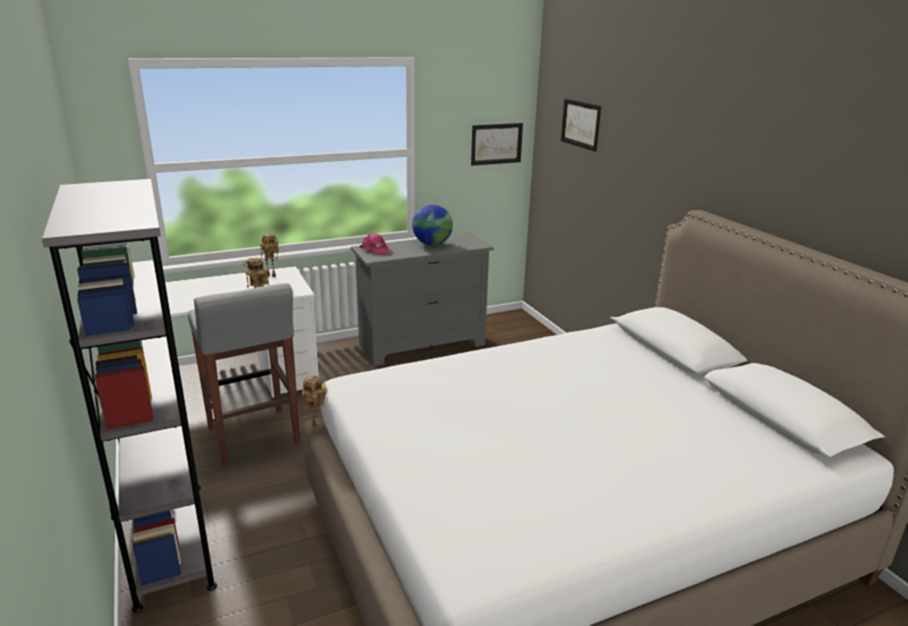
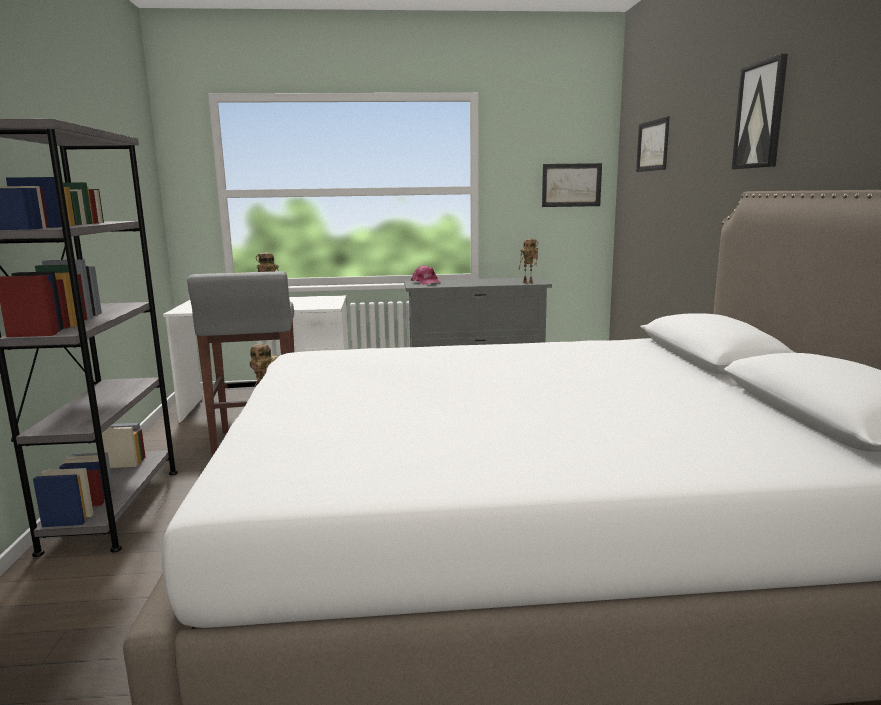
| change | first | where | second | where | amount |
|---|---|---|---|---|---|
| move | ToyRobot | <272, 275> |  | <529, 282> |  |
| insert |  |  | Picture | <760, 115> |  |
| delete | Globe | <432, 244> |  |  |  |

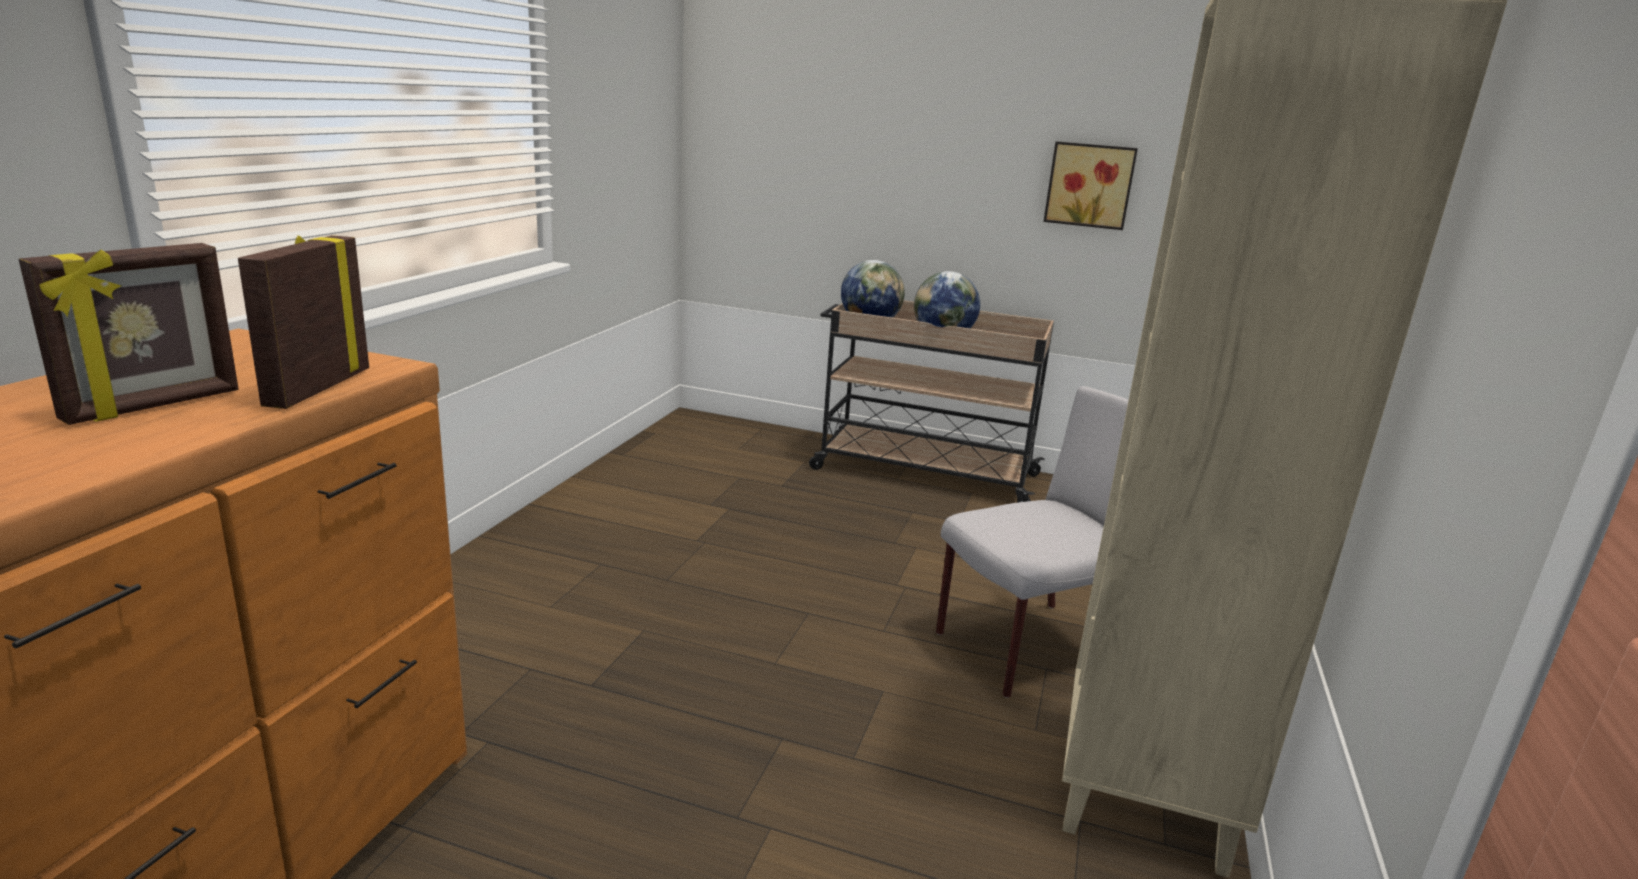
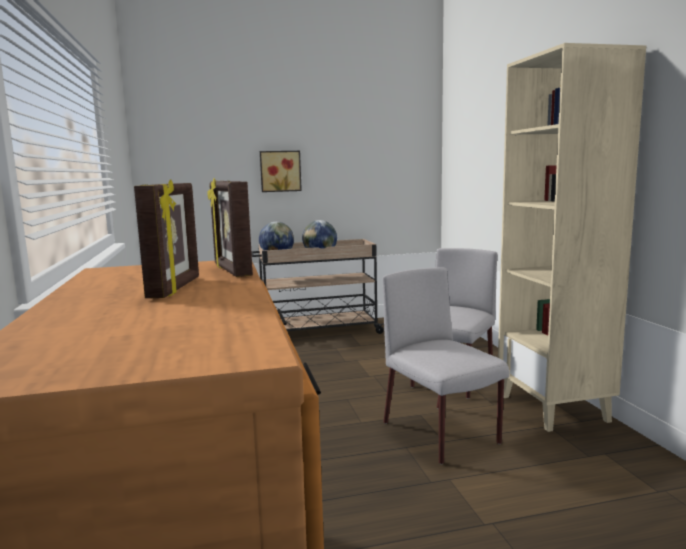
| change | first | where | second | where | amount |
|---|---|---|---|---|---|
| move | Picture | <1089, 185> |  | <280, 171> |  |
| insert |  |  | GreyChair | <441, 433> |  |

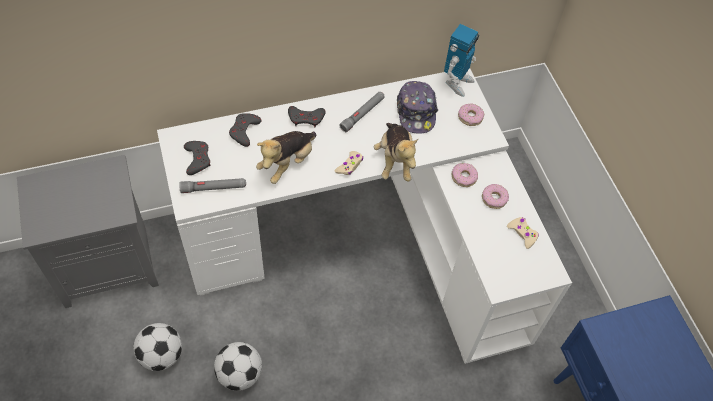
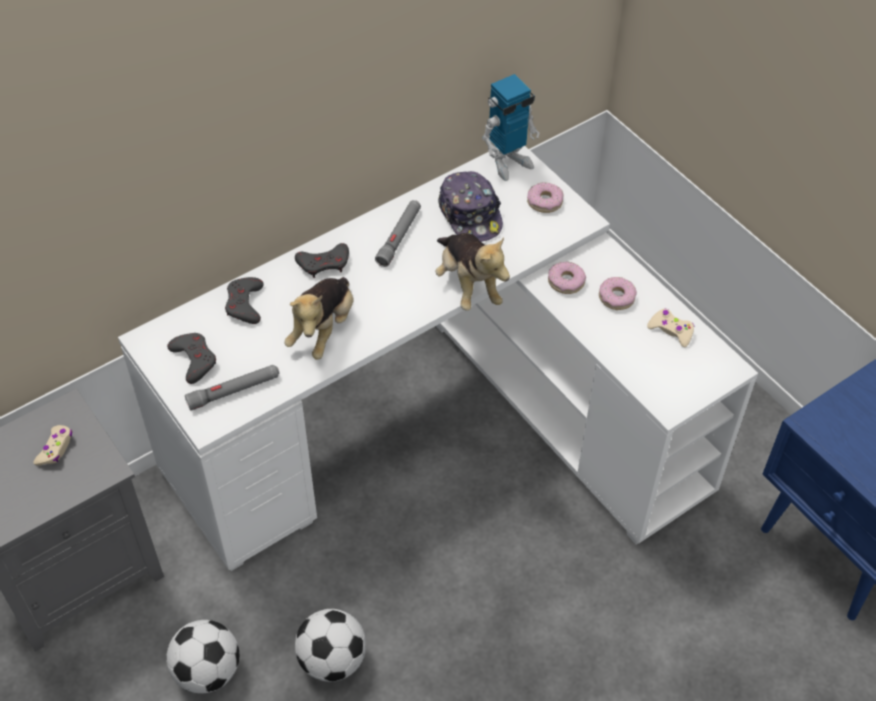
| change | first | where | second | where | amount |
|---|---|---|---|---|---|
| move | BeigeGameController | <349, 166> |  | <55, 449> |  |
| rotate | ToyRobot | <456, 83> |  | <508, 163> | 45 degrees clockwise |

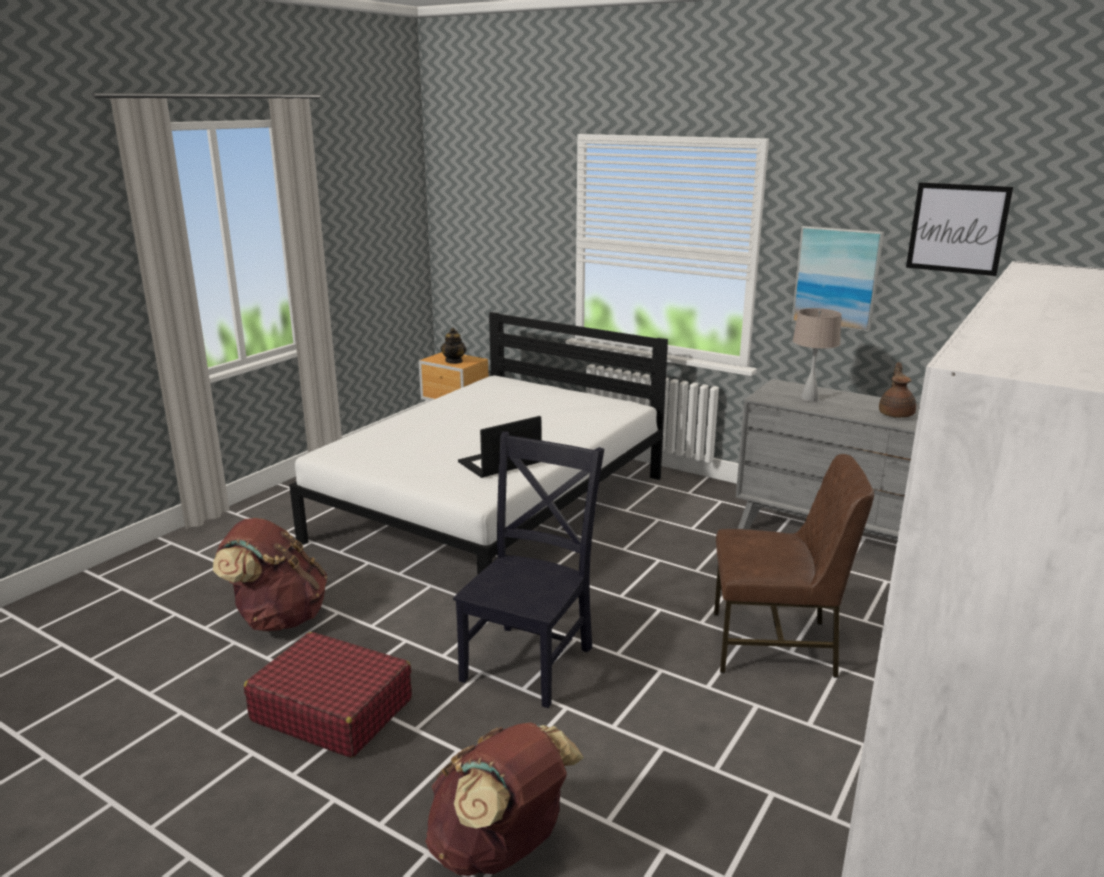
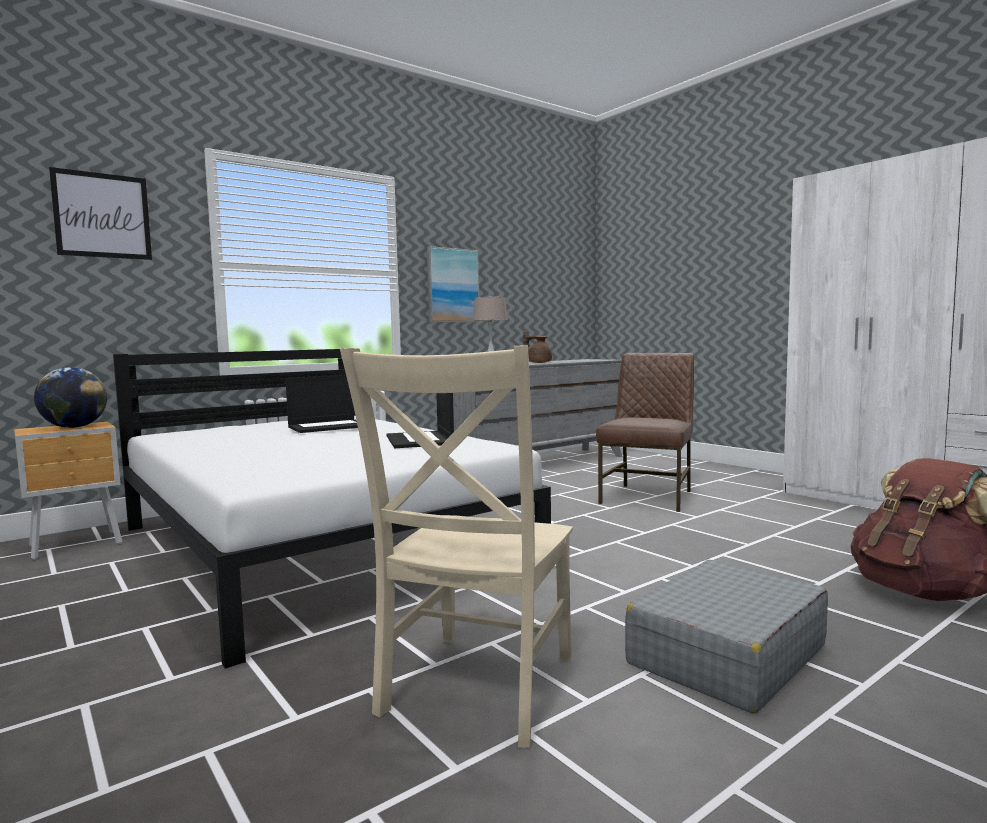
| change | first | where | second | where | amount |
|---|---|---|---|---|---|
| replace | Teapot | <454, 361> | Globe | <74, 427> |  |
| move | Picture | <957, 228> |  | <102, 215> |  |
| insert |  |  | Laptop | <329, 426> |  |
| replace | BrownBackpack | <278, 618> | BeigeChair | <475, 689> |  |
| recolor | RedSuitcase | <332, 709> | GreySuitcase | <726, 655> |  |
| delete | BlackChair | <530, 660> |  |  |  |

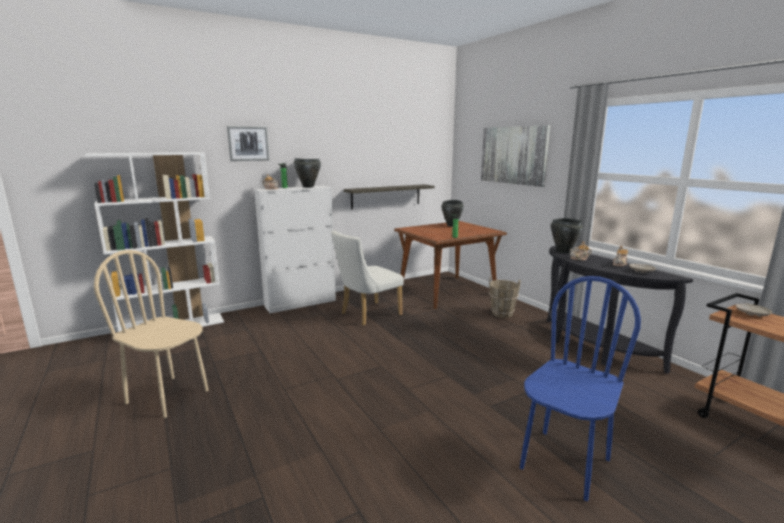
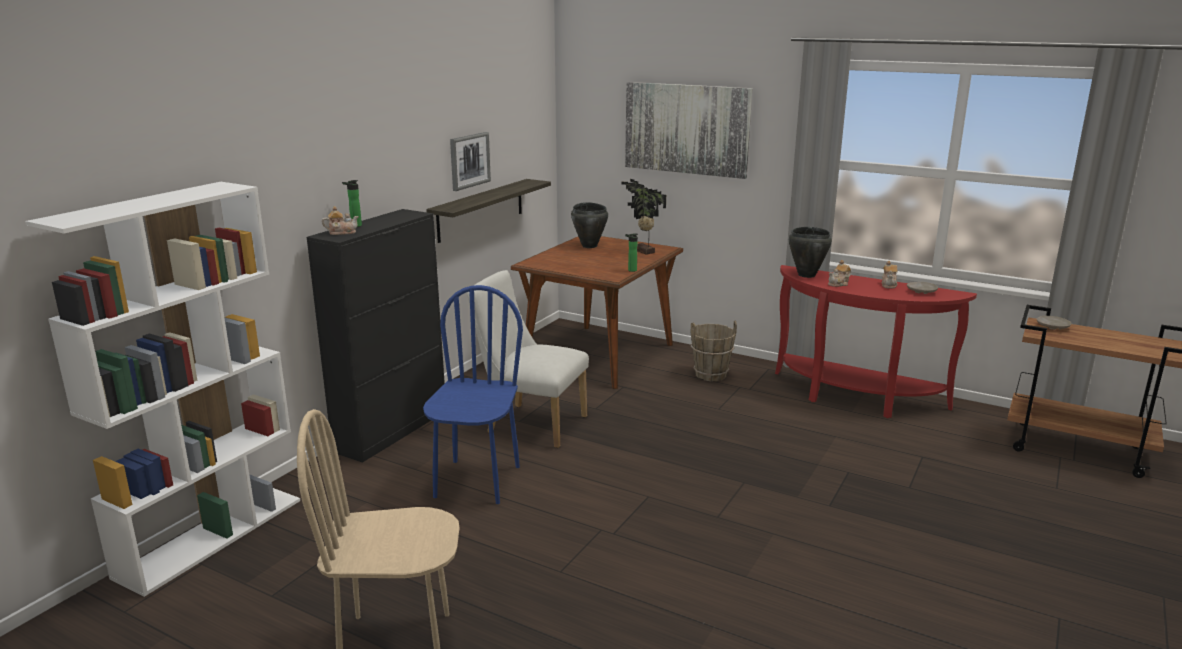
| change | first | where | second | where | amount |
|---|---|---|---|---|---|
| recolor | WhiteCabinet | <301, 303> | BlackCabinet | <392, 430> |  |
| move | BlueChair | <564, 463> |  | <476, 481> |  |
| move | Picture | <248, 143> |  | <469, 160> |  |
| rotate | WhiteChair | <367, 315> |  | <530, 424> | 90 degrees clockwise |
| insert |  |  | PottedPlant | <642, 251> |  |
| recolor | BlackConsoleTable | <590, 348> | RedConsoleTable | <854, 398> |  |
| delete | BlackCookingPot | <308, 187> |  |  |  |

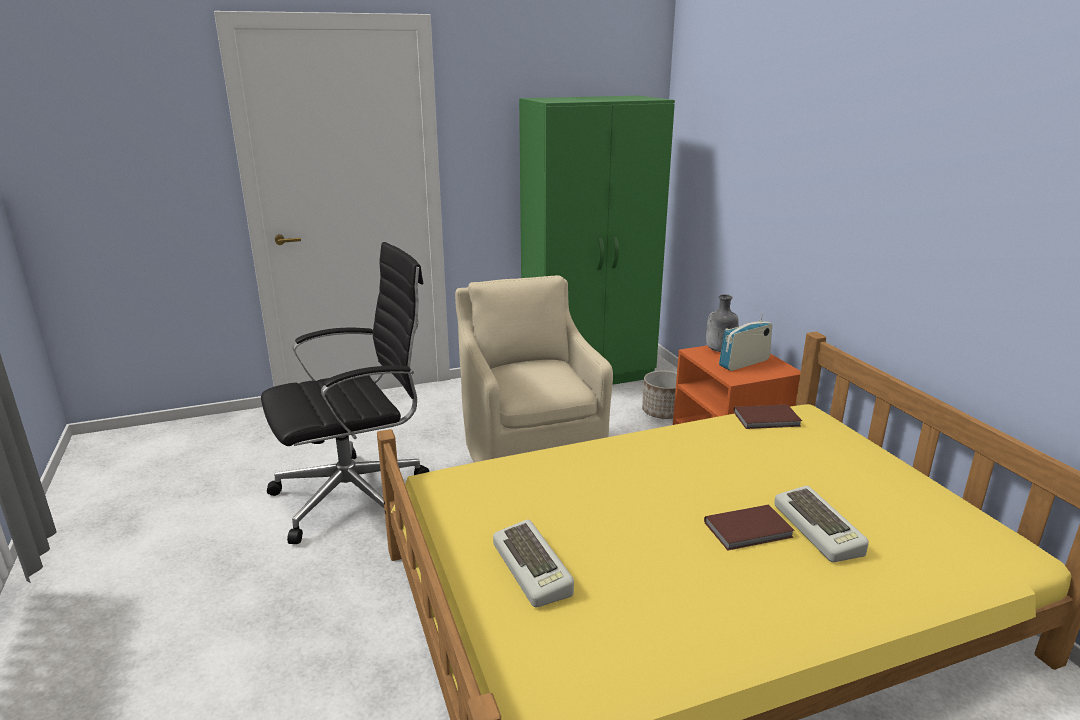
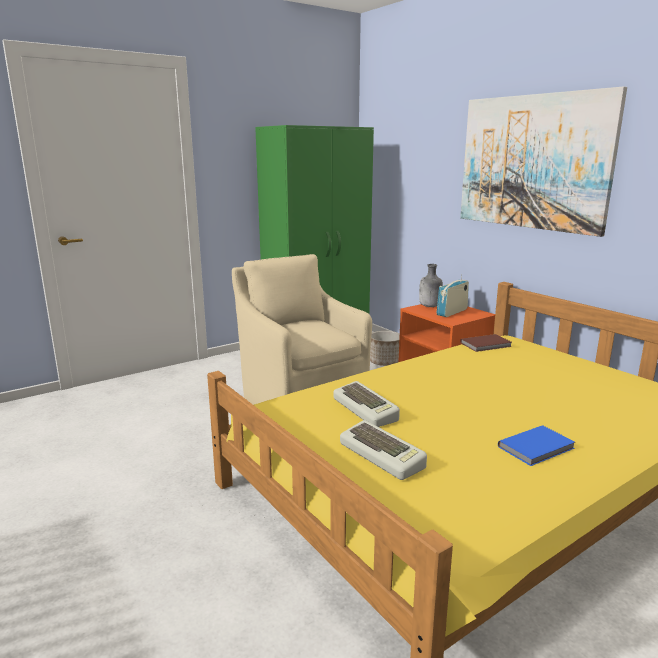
| change | first | where | second | where | amount |
|---|---|---|---|---|---|
| move | Keyboard | <820, 530> |  | <367, 409> |  |
| insert |  |  | Picture | <533, 162> |  |
| insert |  |  | BlueBook | <538, 448> |  |
| delete | BlackOfficeChair | <356, 496> |  |  |  |
| delete | BrownBook | <750, 530> |  |  |  |

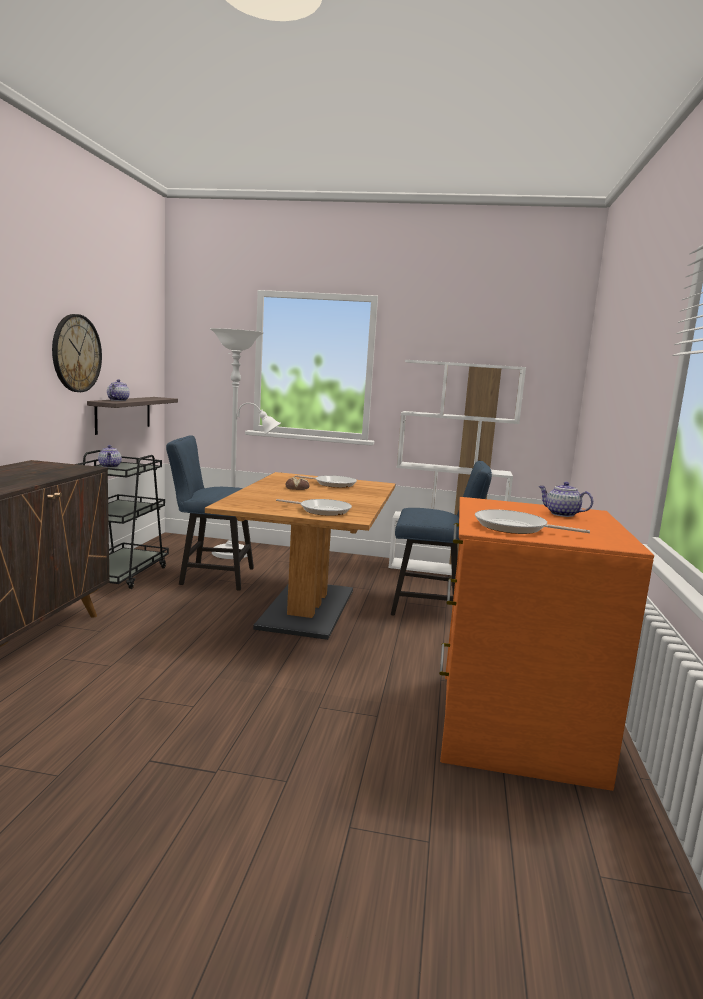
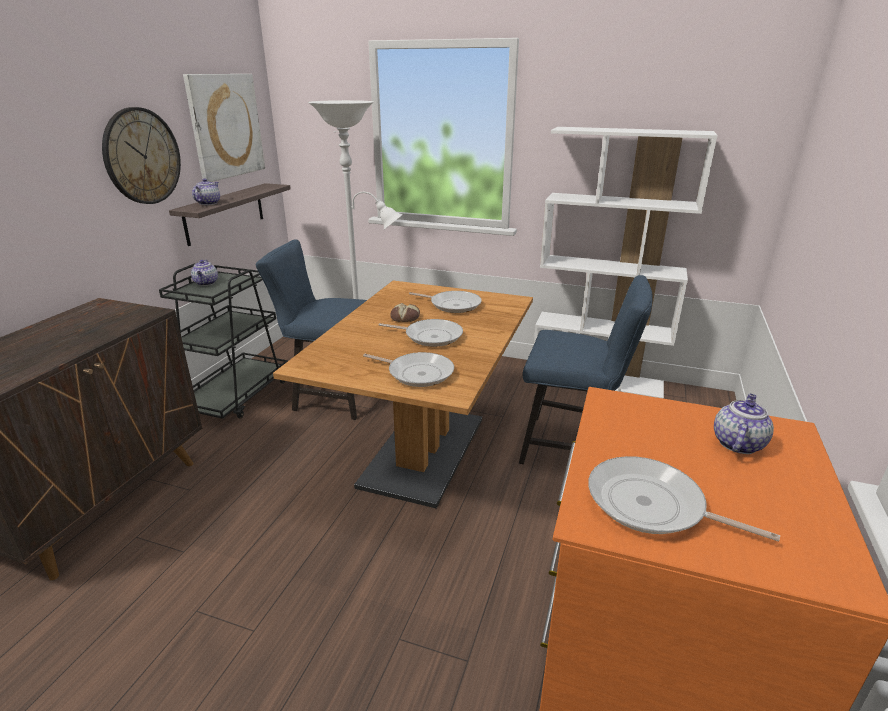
| change | first | where | second | where | amount |
|---|---|---|---|---|---|
| insert |  |  | Picture | <225, 126> |  |
| insert |  |  | FryingPan | <430, 336> |  |
| rotate | Teapot | <561, 514> |  | <737, 443> | 75 degrees clockwise |

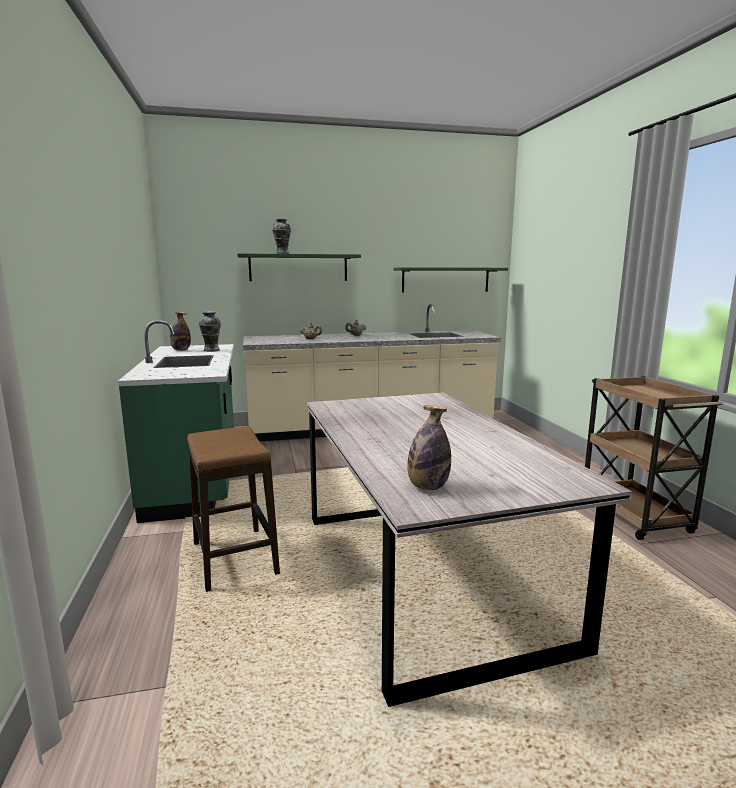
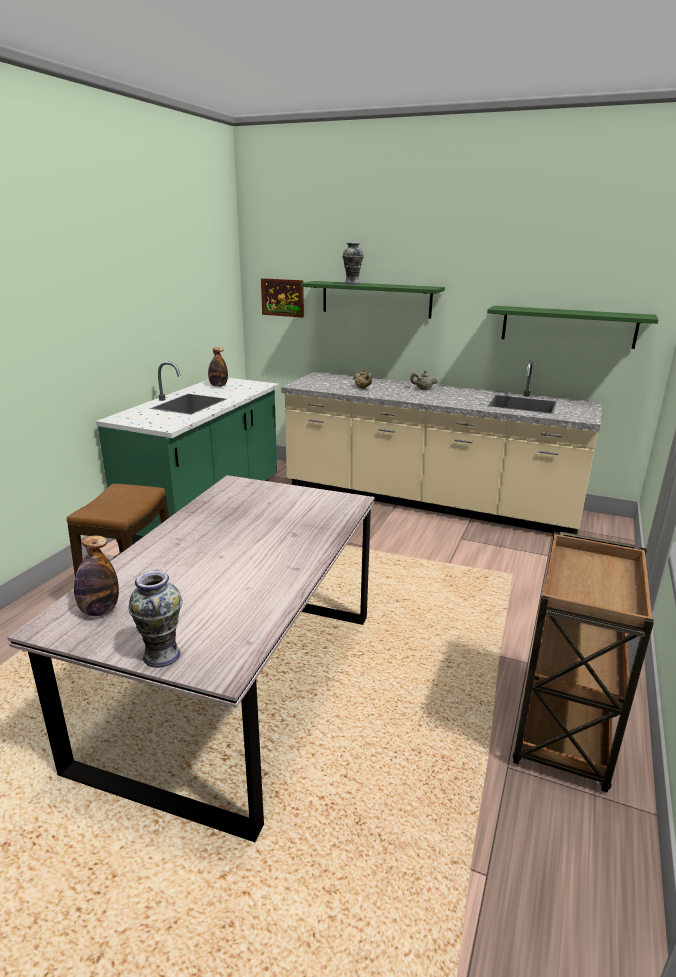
| change | first | where | second | where | amount |
|---|---|---|---|---|---|
| move | Vase | <211, 350> |  | <161, 655> |  |
| insert |  |  | Picture | <282, 297> |  |

